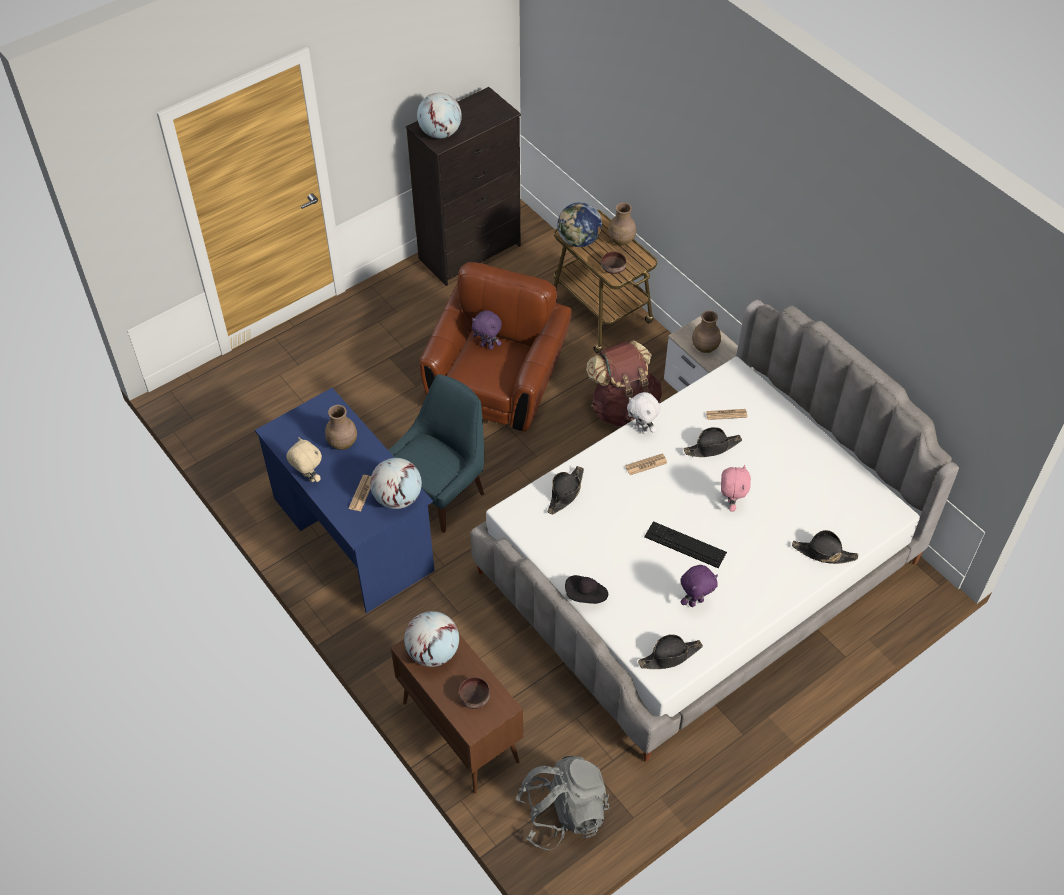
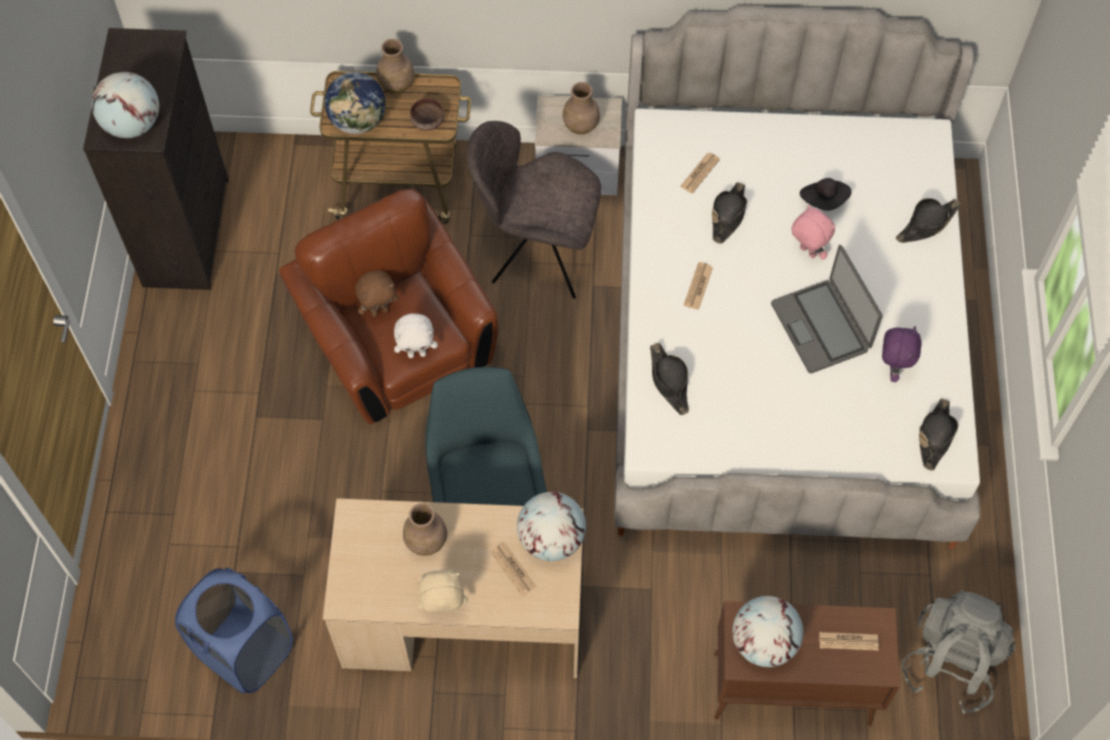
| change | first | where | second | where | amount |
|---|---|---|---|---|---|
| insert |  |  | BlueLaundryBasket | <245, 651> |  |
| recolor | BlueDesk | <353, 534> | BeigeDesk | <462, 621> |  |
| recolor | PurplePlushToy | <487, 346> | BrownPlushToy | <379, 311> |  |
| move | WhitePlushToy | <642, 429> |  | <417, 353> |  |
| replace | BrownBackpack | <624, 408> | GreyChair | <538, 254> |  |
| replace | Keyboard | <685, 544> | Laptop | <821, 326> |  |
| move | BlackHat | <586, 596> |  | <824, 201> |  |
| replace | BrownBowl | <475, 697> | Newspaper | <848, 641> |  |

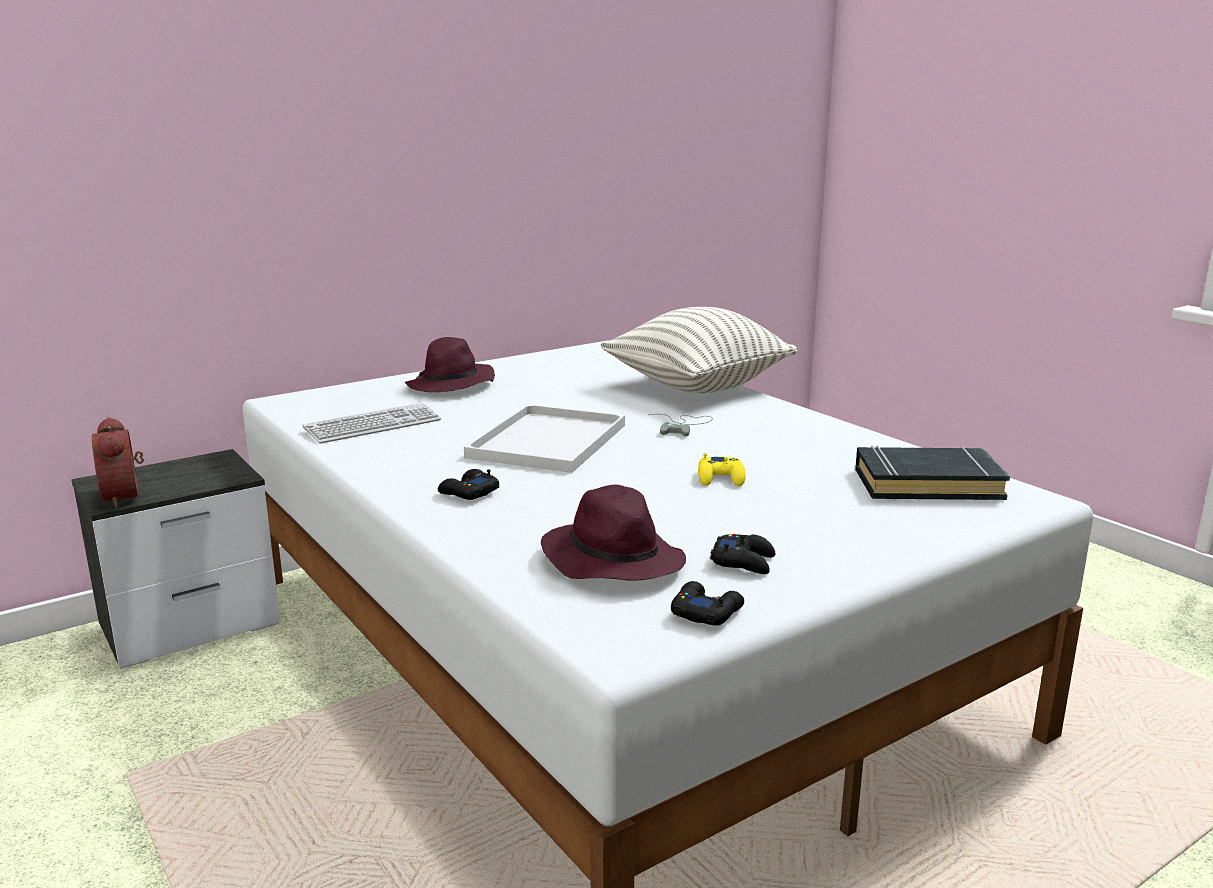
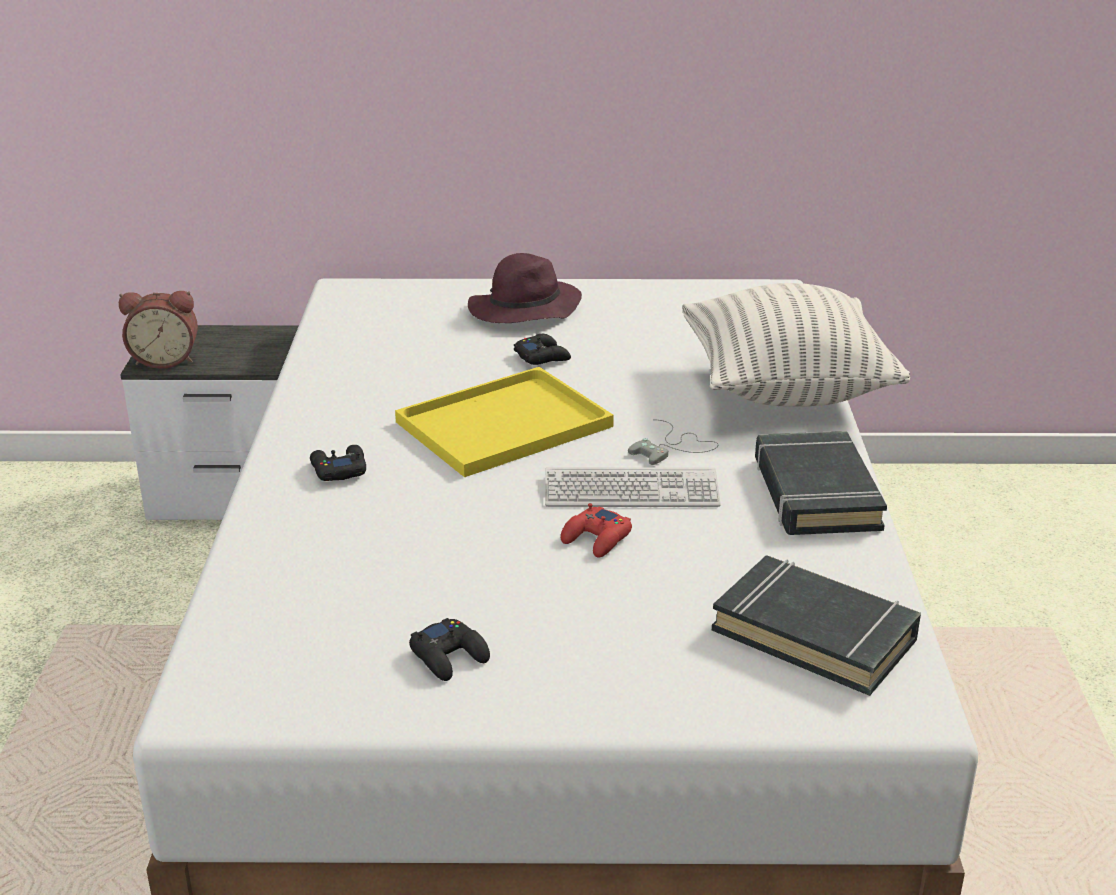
| change | first | where | second | where | amount |
|---|---|---|---|---|---|
| rotate | AlarmClock | <126, 496> |  | <165, 360> | 105 degrees counterclockwise |
| recolor | WhiteTray | <547, 440> | YellowTray | <506, 422> |  |
| move | BlackGameController | <706, 612> |  | <542, 356> |  |
| move | Keyboard | <373, 425> |  | <631, 491> |  |
| recolor | YellowGameController | <721, 478> | RedGameController | <597, 539> |  |
| insert |  |  | BlackBook | <815, 493> |  |
| delete | PurpleHat | <611, 559> |  |  |  |

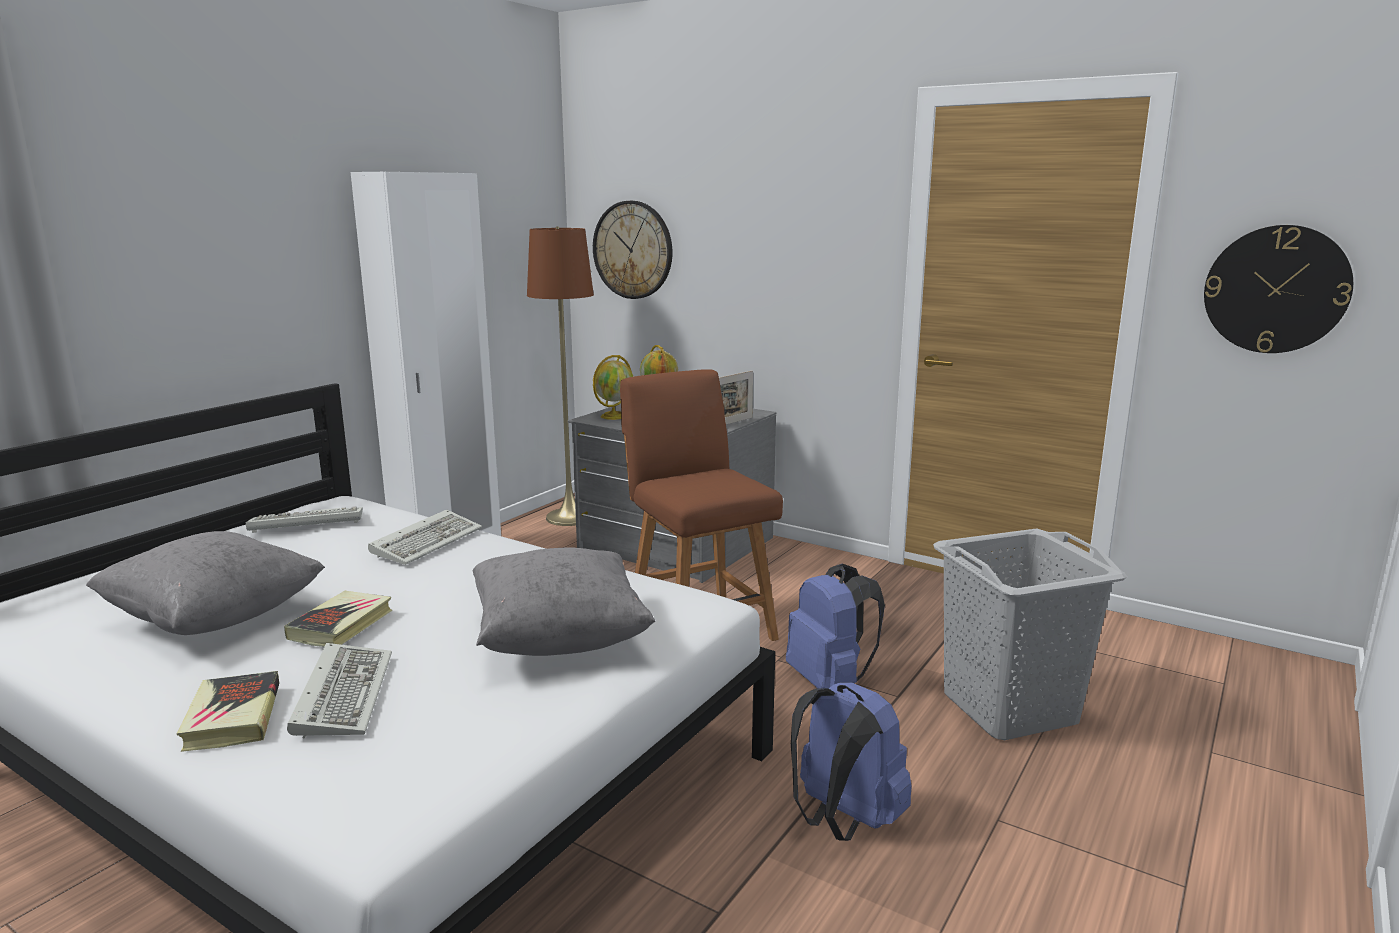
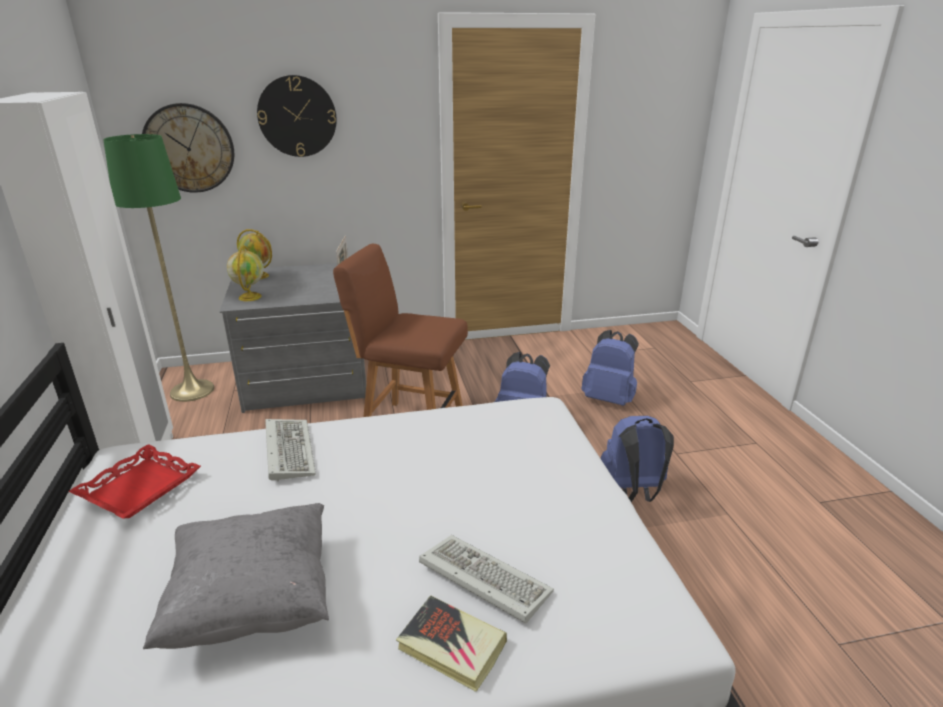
| change | first | where | second | where | amount |
|---|---|---|---|---|---|
| replace | Keyboard | <304, 523> | RedTray | <139, 488> |  |
| recolor | BrownFloorLamp | <570, 517> | GreenFloorLamp | <192, 390> |  |
| move | WallClock | <1276, 289> |  | <297, 116> |  |
| replace | GreyLaundryBasket | <1010, 709> | BlueBackpack | <609, 399> |  |
| delete | Book | <341, 625> |  |  |  |
| delete | GreyPillow | <559, 639> |  |  |  |

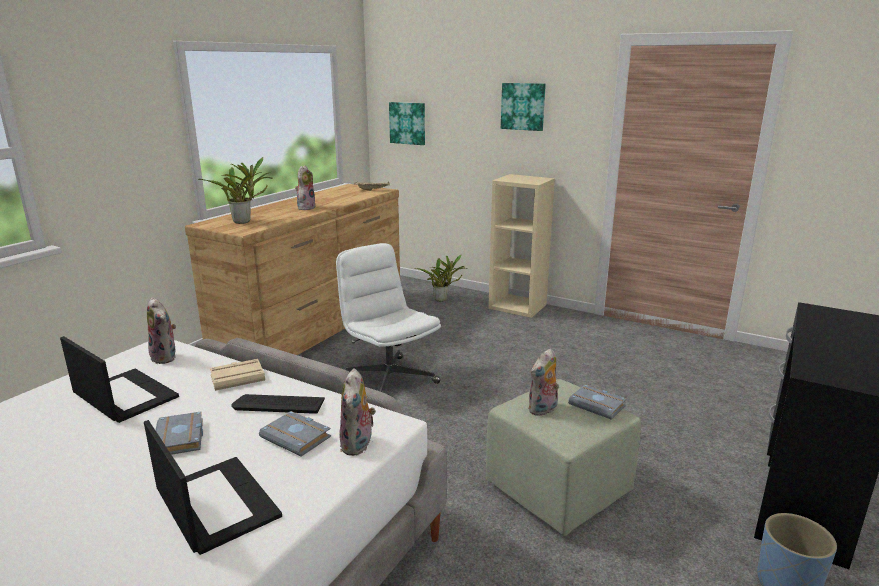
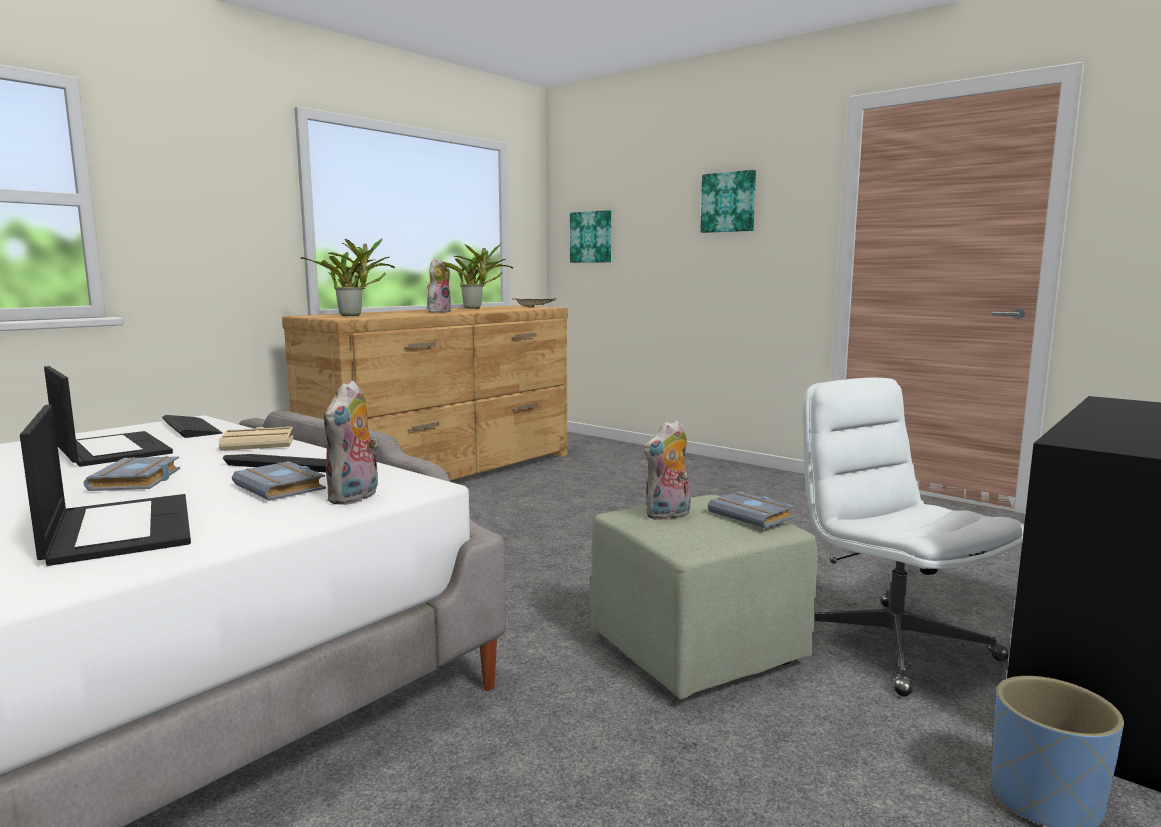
| change | first | where | second | where | amount |
|---|---|---|---|---|---|
| replace | PlushToy | <166, 357> | Keyboard | <191, 428> |  |
| move | PottedPlant | <442, 300> |  | <475, 308> |  |
| move | WhiteOfficeChair | <389, 379> |  | <891, 644> |  |
| delete | BeigeBookcase | <518, 306> |  |  |  |

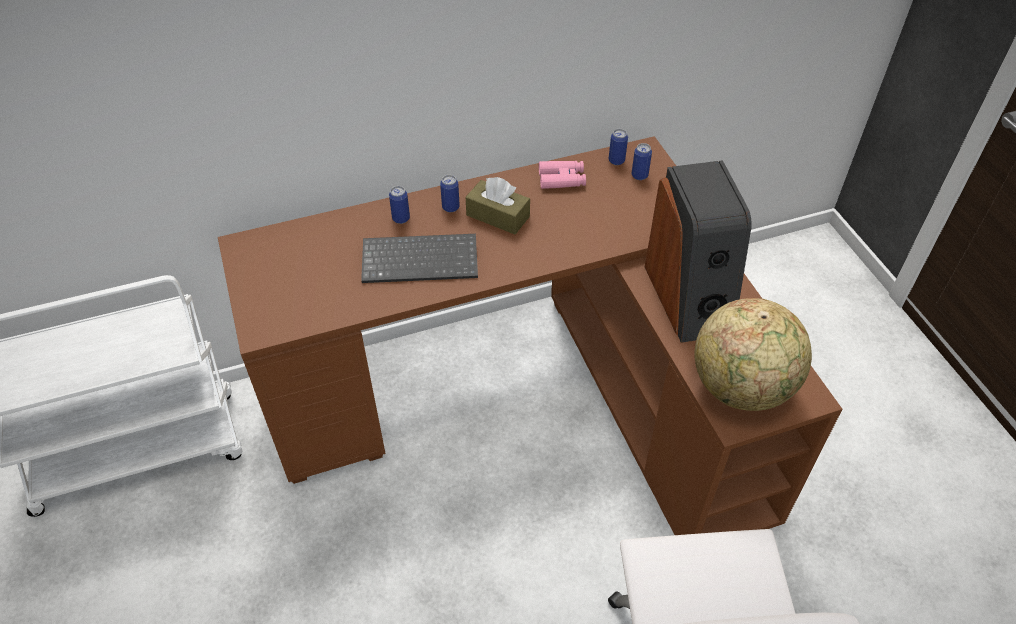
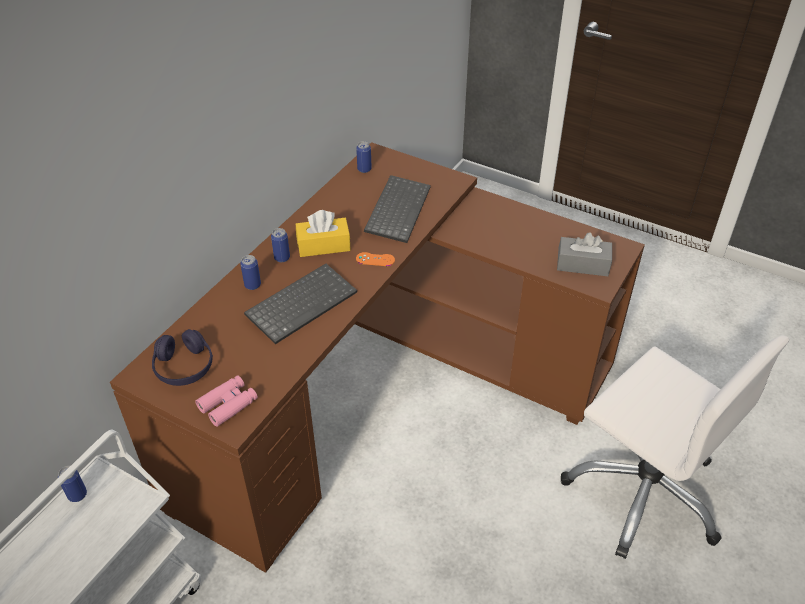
| change | first | where | second | where | amount |
|---|---|---|---|---|---|
| move | Can | <639, 175> |  | <77, 495> |  |
| insert |  |  | PurpleHeadphones | <184, 367> |  |
| move | PinkBinoculars | <562, 179> |  | <228, 404> |  |
| recolor | BrownTissueBox | <498, 216> | YellowTissueBox | <323, 245> |  |
| insert |  |  | OrangeGameController | <375, 259> |  |
| insert |  |  | Keyboard | <396, 209> |  |
| replace | Globe | <741, 387> | GreyTissueBox | <582, 264> |  |
| delete | Speaker | <690, 298> |  |  |  |

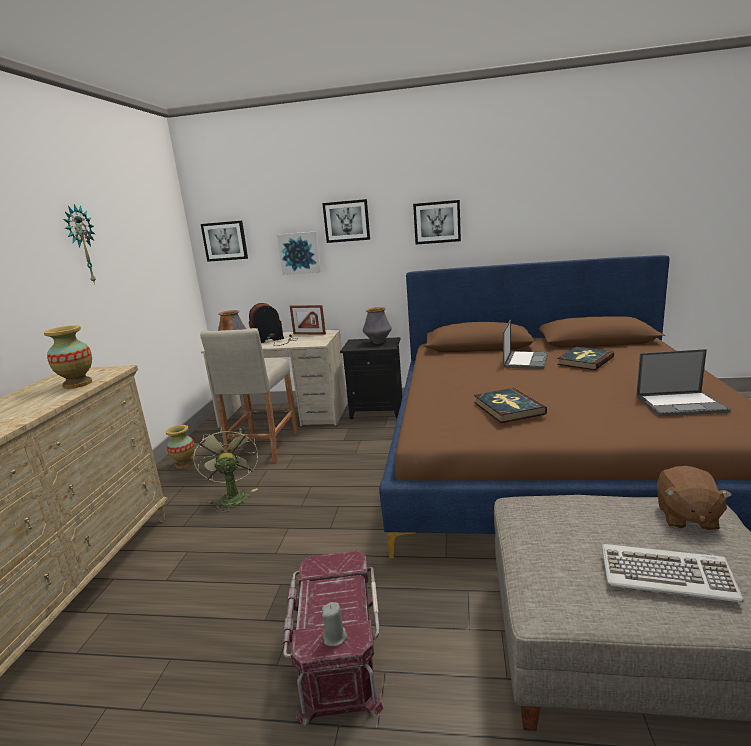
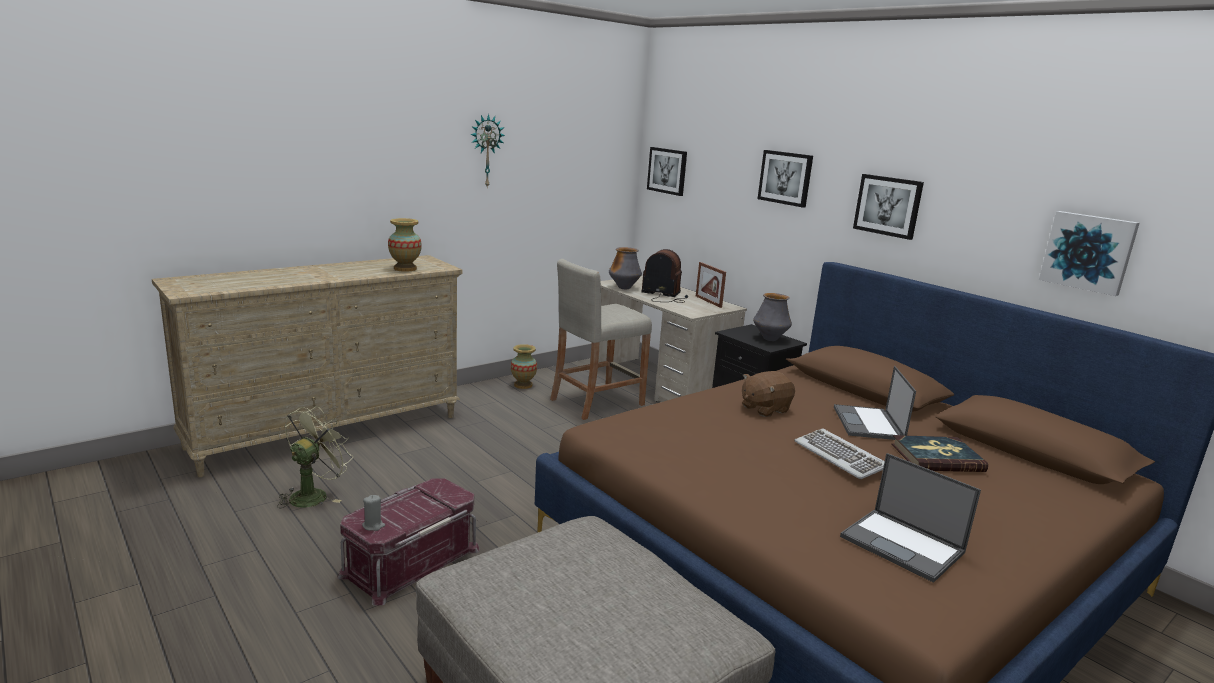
| change | first | where | second | where | amount |
|---|---|---|---|---|---|
| move | GreenFan | <232, 496> |  | <314, 495> |  |
| move | BrownPlushToy | <686, 517> |  | <764, 409> |  |
| move | Keyboard | <666, 575> |  | <840, 456> |  |
| rotate | Laptop | <525, 360> |  | <869, 424> | 120 degrees clockwise |
| move | Picture | <300, 253> |  | <1088, 252> |  |
| delete | Book | <508, 408> |  |  |  |

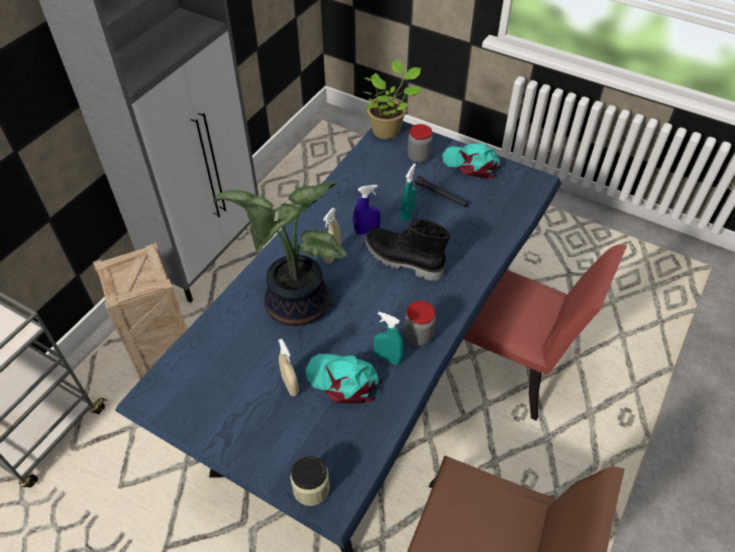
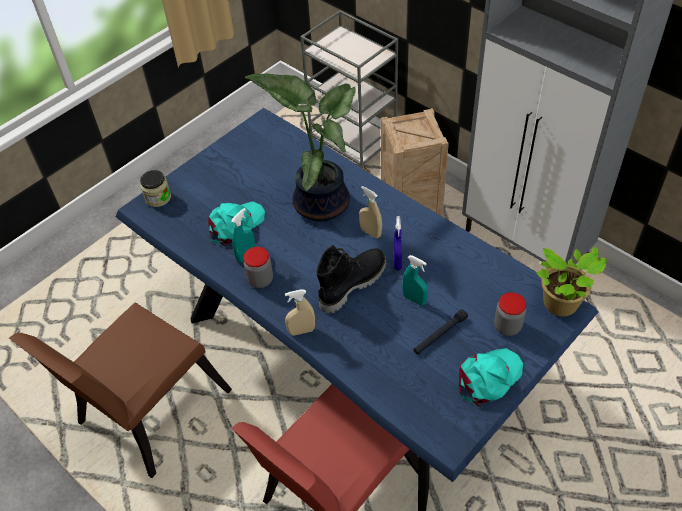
| change | first | where | second | where | amount |
|---|---|---|---|---|---|
| move | BeigeSprayBottle | <290, 386> |  | <301, 331> |  |

